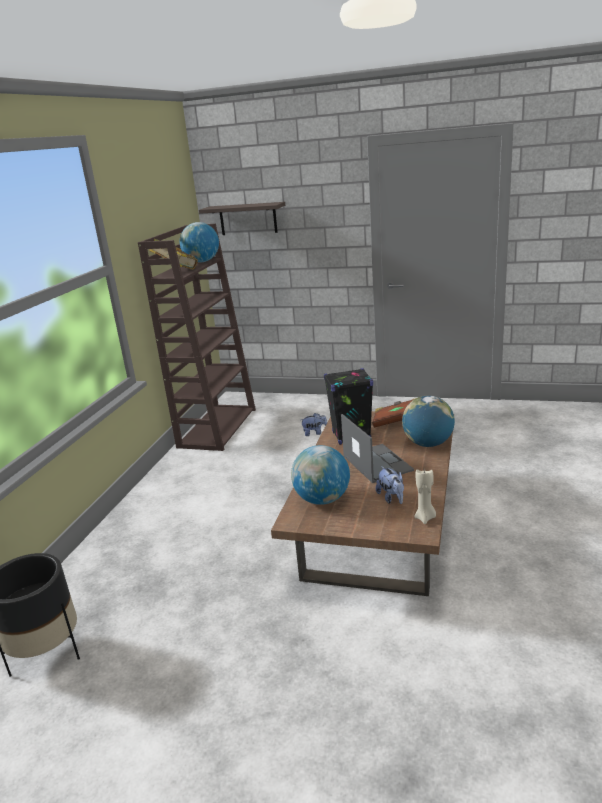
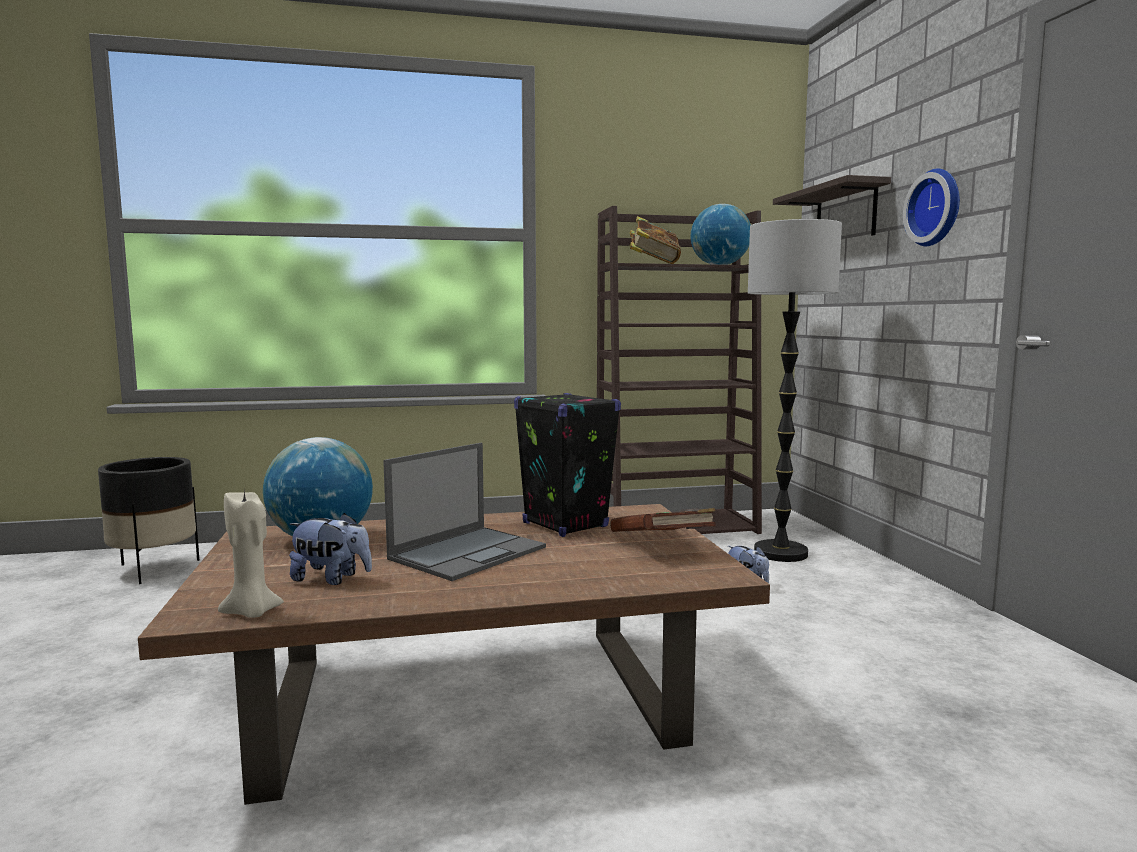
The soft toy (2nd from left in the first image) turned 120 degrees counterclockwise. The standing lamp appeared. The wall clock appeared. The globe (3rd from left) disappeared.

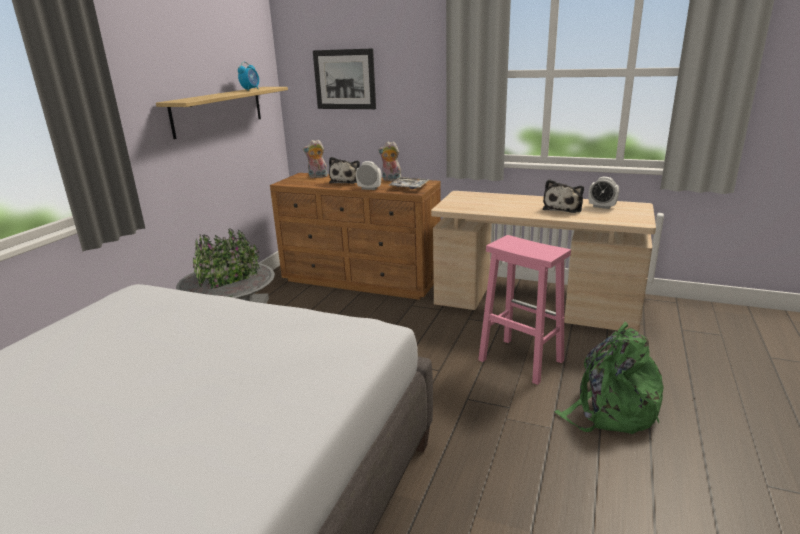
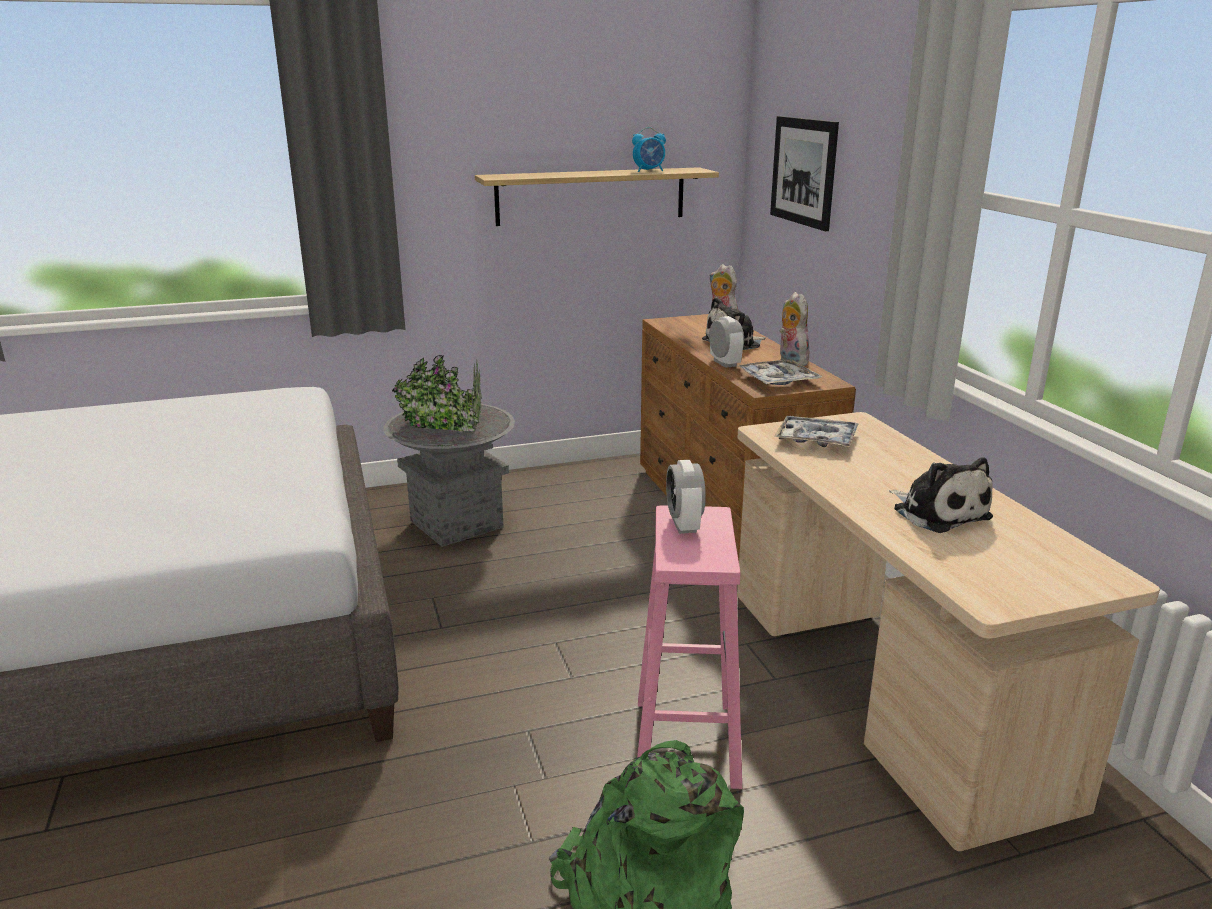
The alarm clock (3rd from left in the first image) moved. The carrying tray (2nd from left) appeared. The soft toy (4th from left) turned 105 degrees counterclockwise.

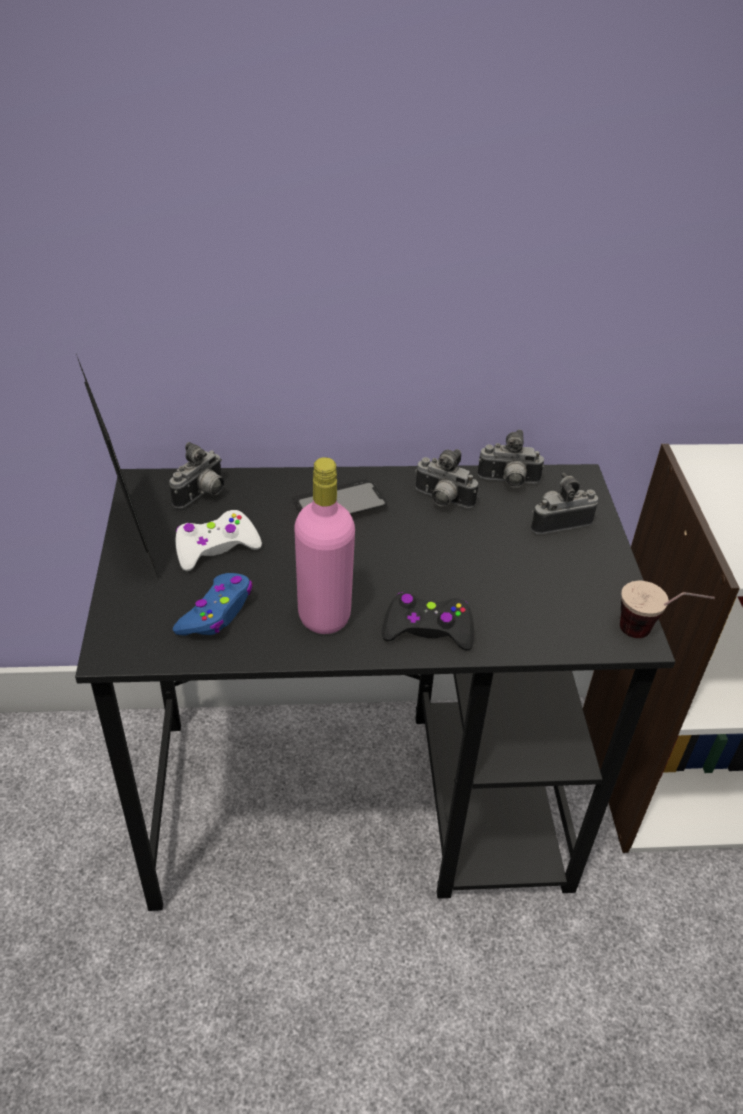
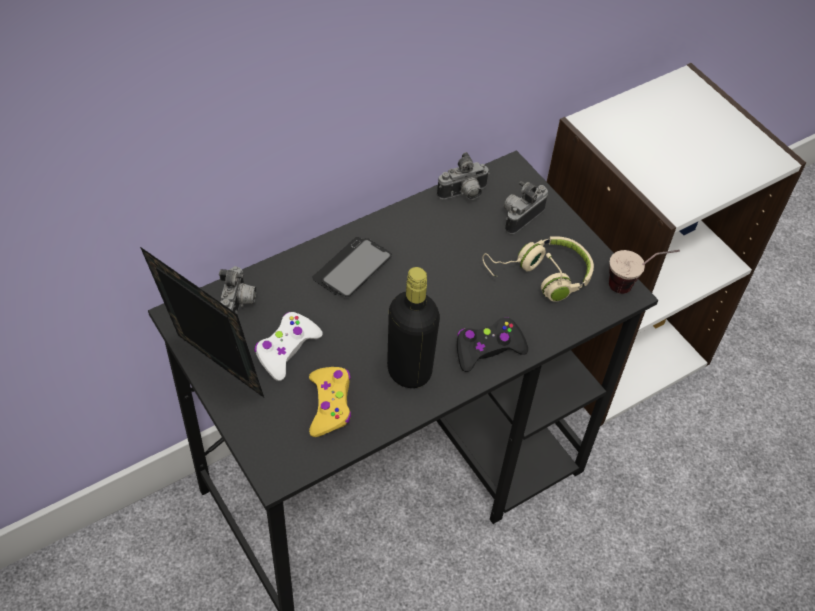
The blue-coloured gamepad became the yellow gamepad. The pink drink bottle became the black-coloured drink bottle. The beige-coloured pair of headphones appeared. The still camera (2nd from left) disappeared.

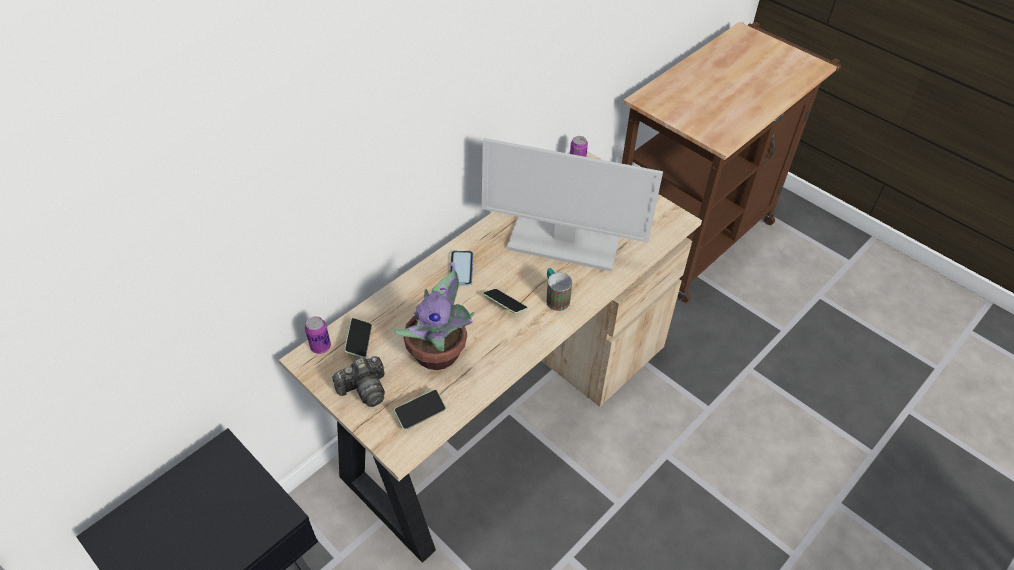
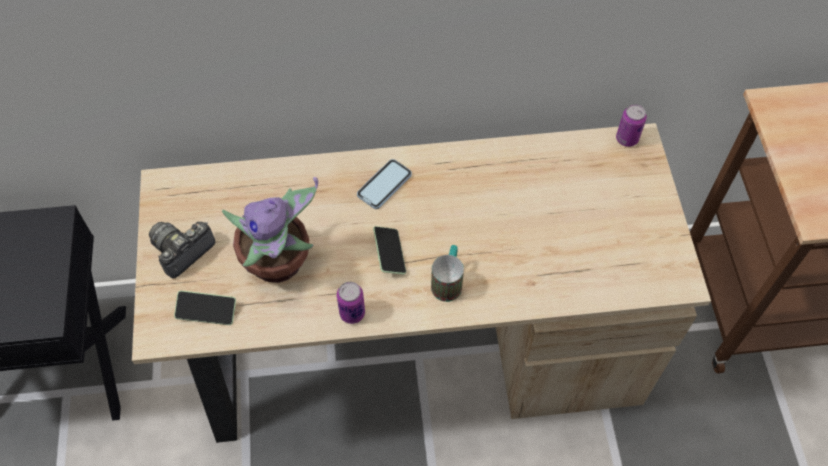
The still camera turned 120 degrees clockwise. The metal can (1st from left) moved. The telephone (1st from left) disappeared. The computer screen disappeared.

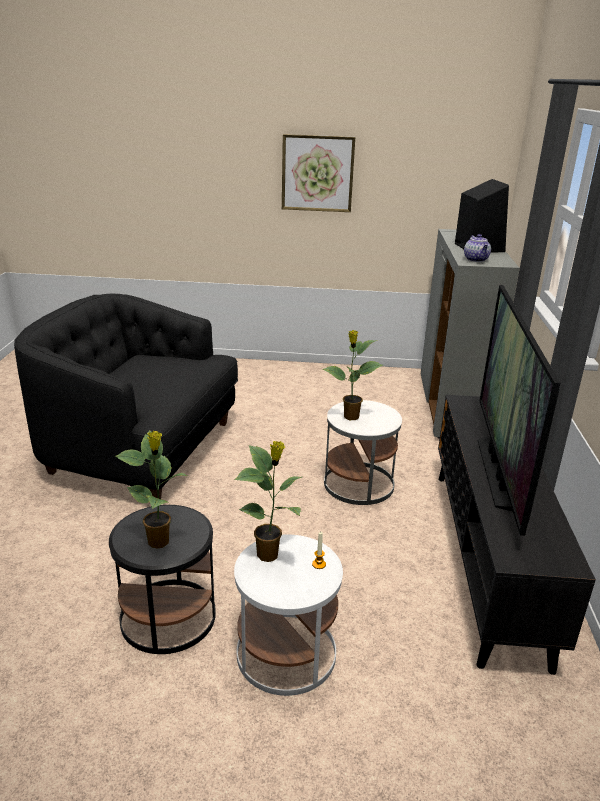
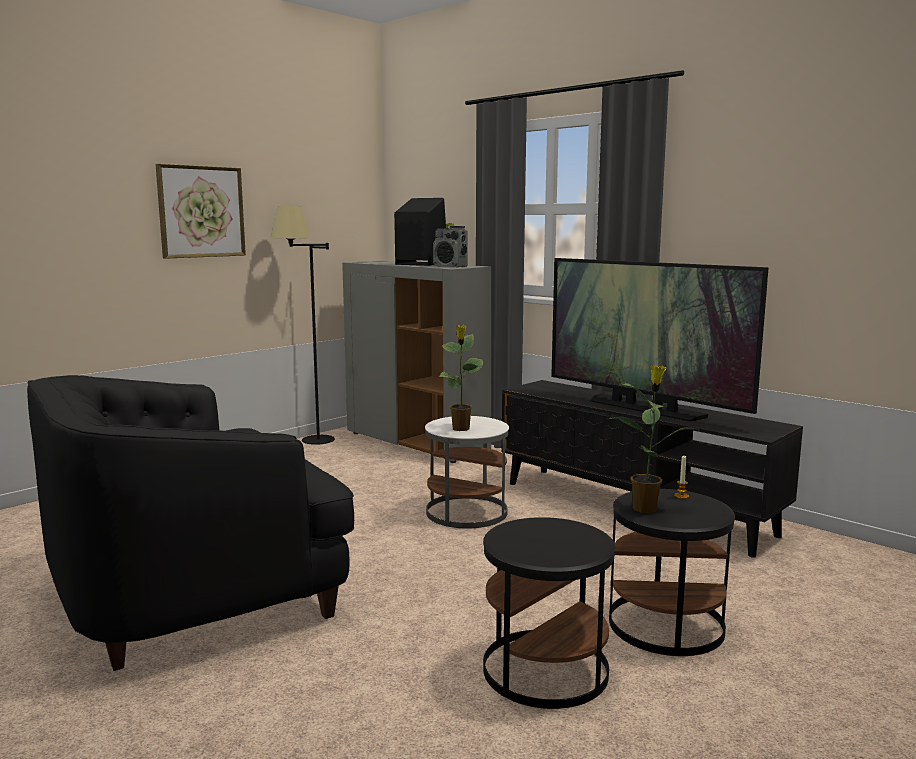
The black-coloured standing lamp appeared. The pot for tea was replaced by the radio. The whitish end table (1st from left) became the black-coloured end table (2nd from left). The plant in a pot (1st from left) disappeared.

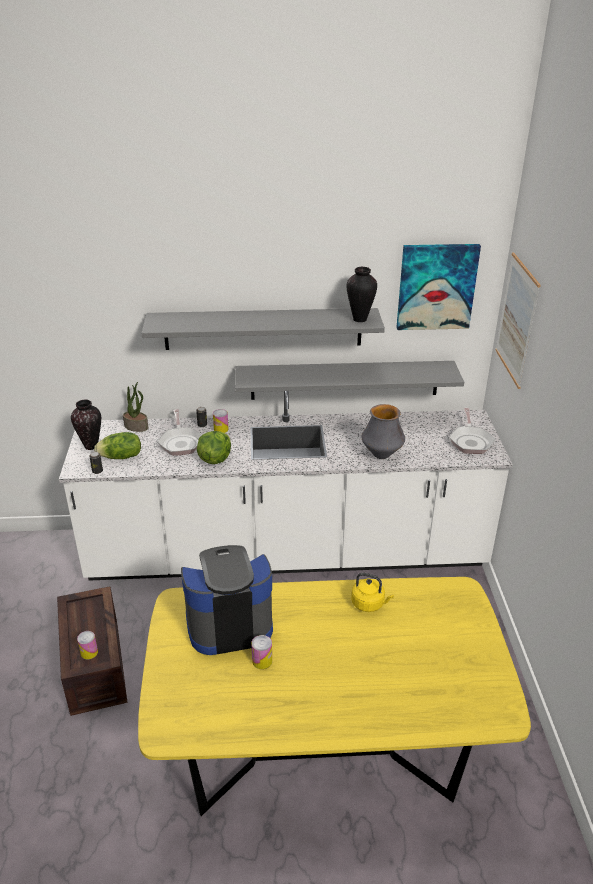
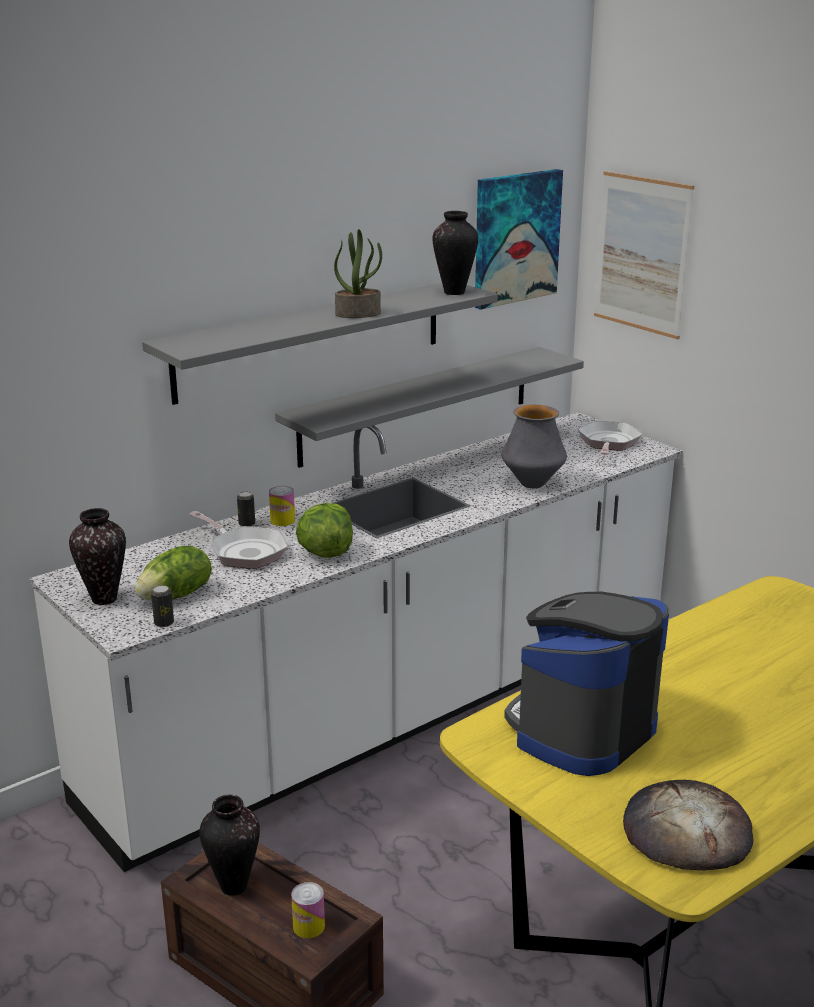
The vase (2nd from left) appeared. The plant in a pot moved. The pan (2nd from left) turned 135 degrees counterclockwise. The bread appeared. The metal can (5th from left) disappeared. The yellow tea kettle disappeared.

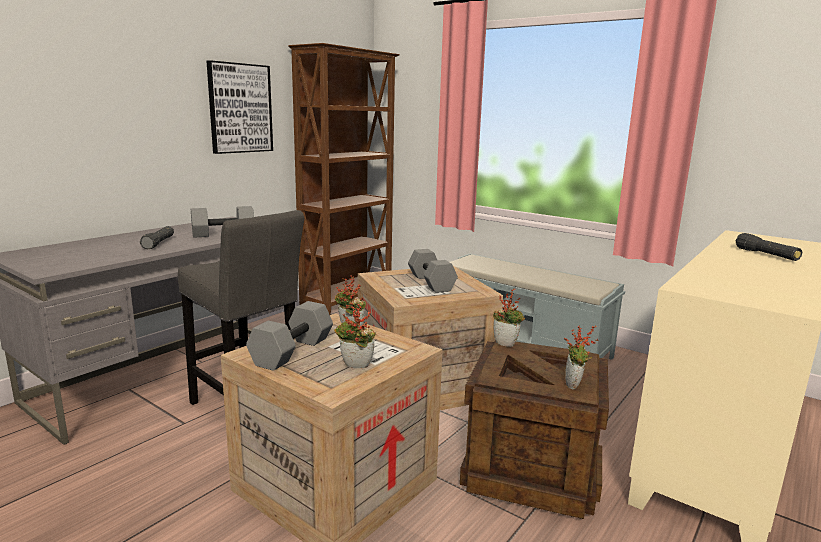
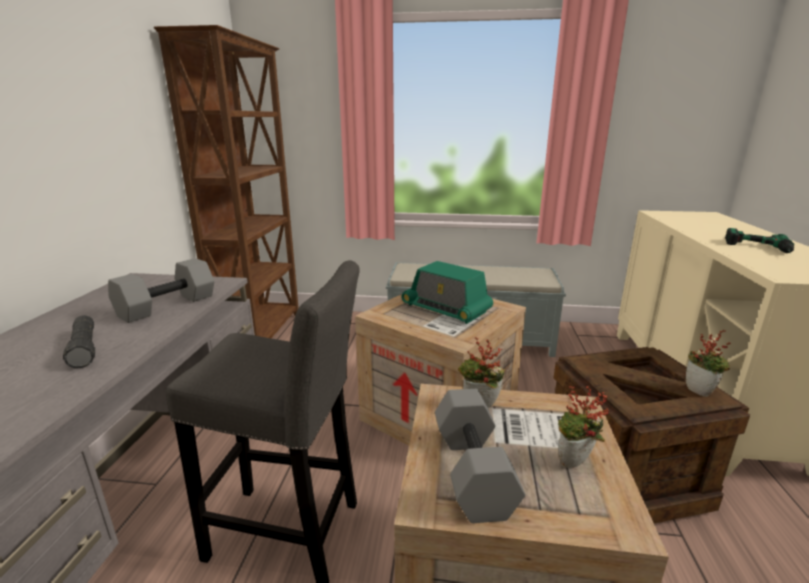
The grey dumbbell (3rd from left) was replaced by the radio. The drill appeared. The wall art disappeared. The plant in a pot (3rd from left) disappeared. The black-coloured torch (2nd from left) disappeared.

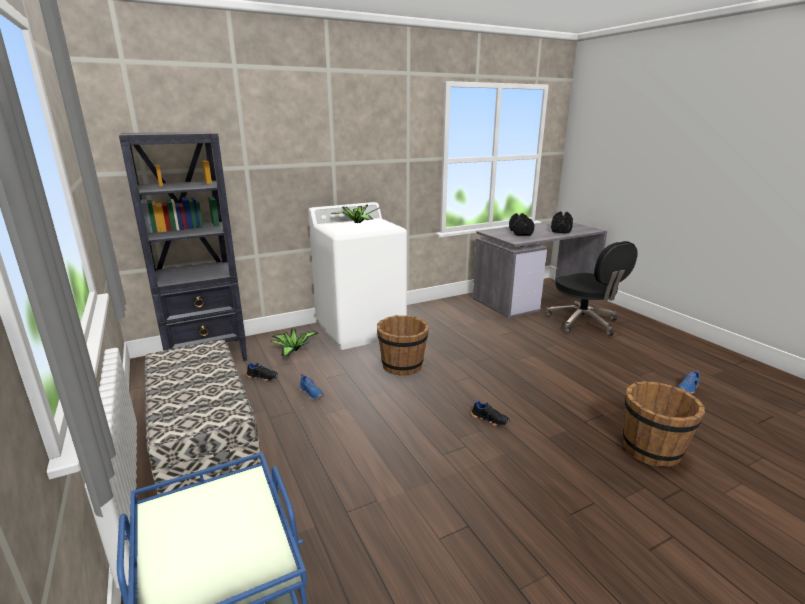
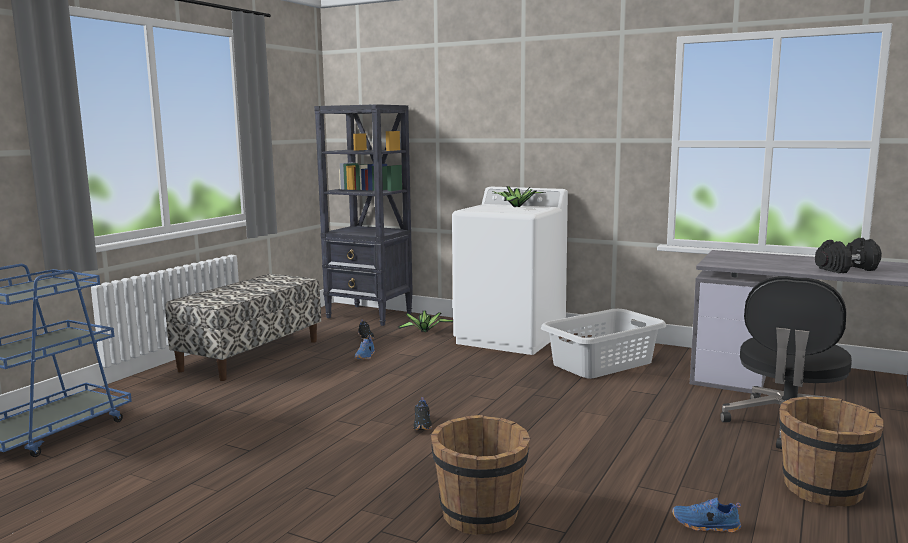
The grey hamper appeared. The brown-coloured pail (1st from left in the first image) moved. The black-coloured dumbbell (1st from left) disappeared.

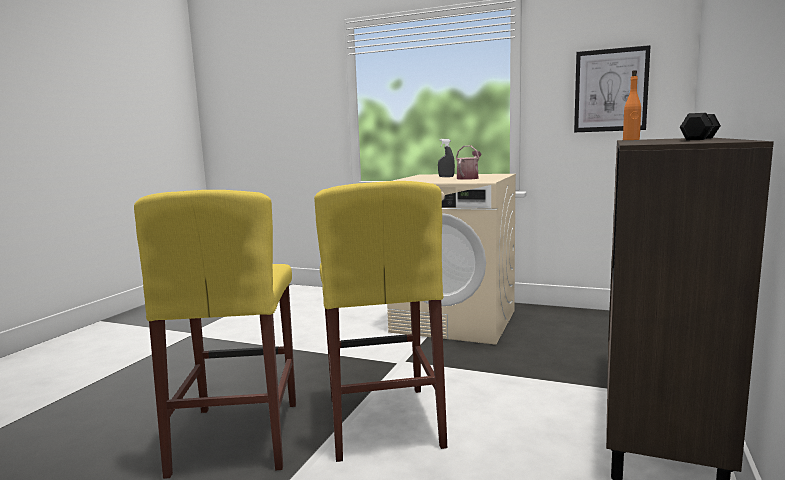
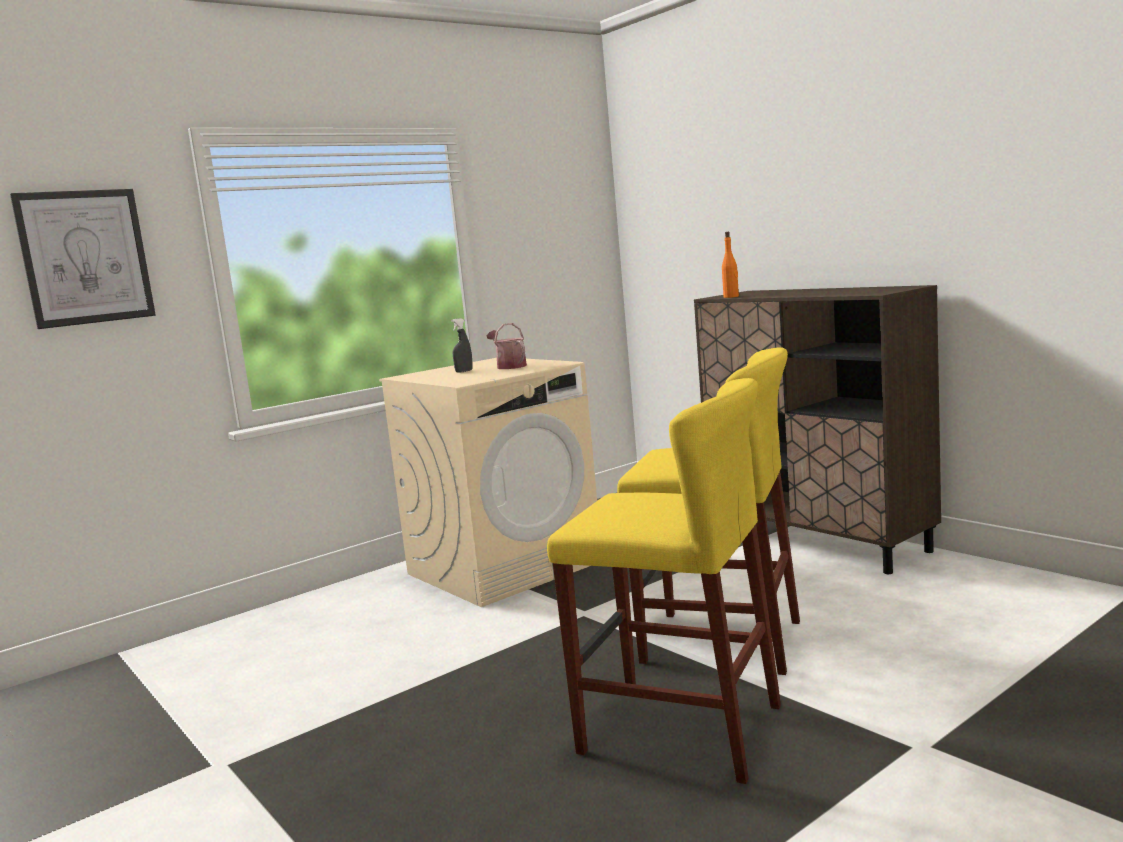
The wall art moved. The black-coloured dumbbell disappeared.

